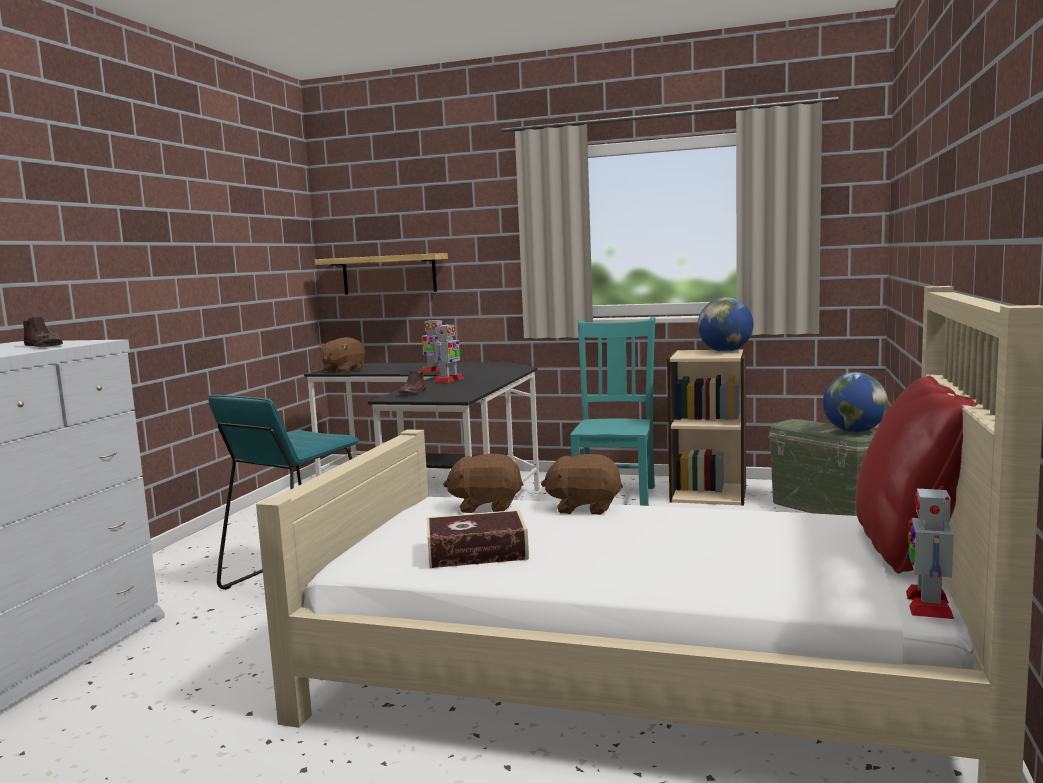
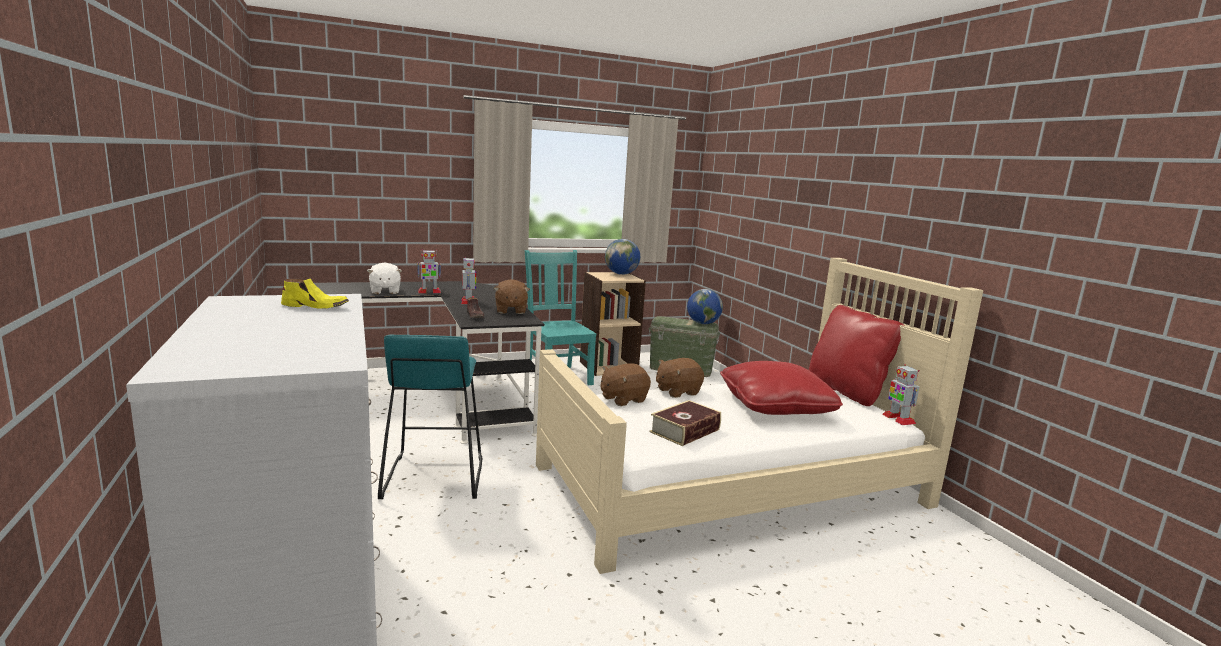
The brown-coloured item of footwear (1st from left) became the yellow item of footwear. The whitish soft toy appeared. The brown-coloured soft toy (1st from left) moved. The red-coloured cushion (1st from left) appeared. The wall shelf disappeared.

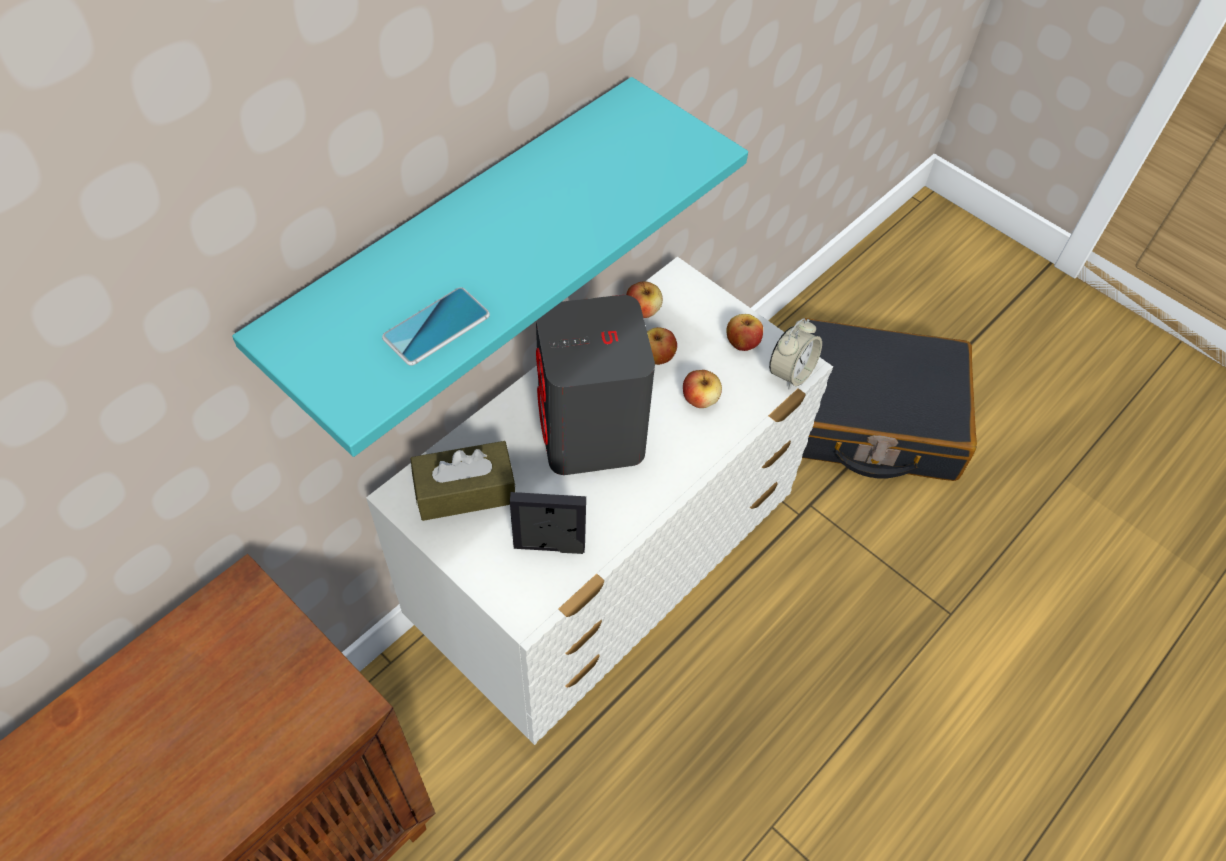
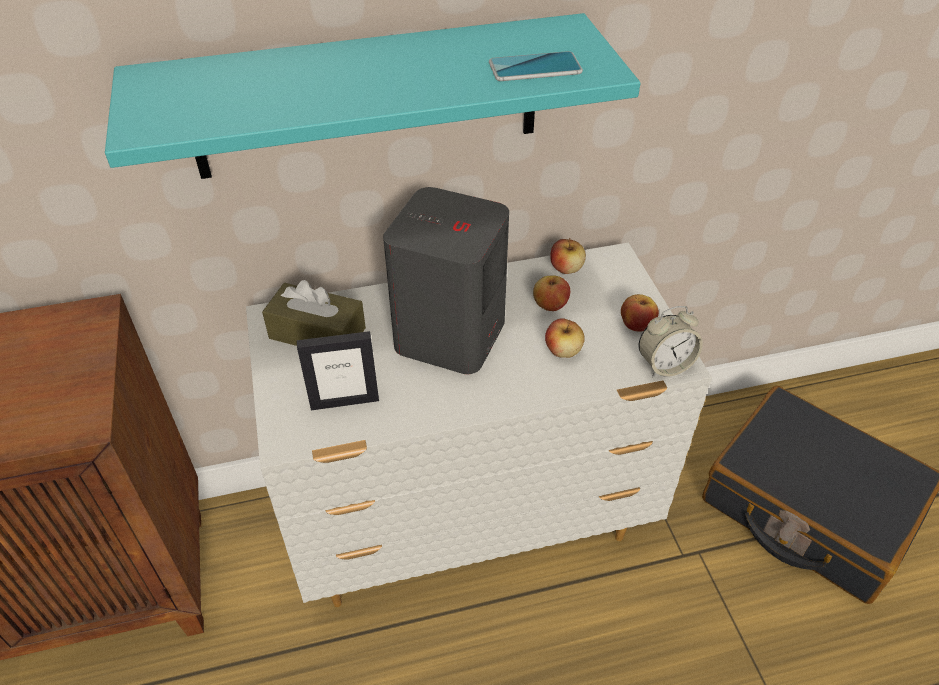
The picture frame turned 135 degrees clockwise. The telephone moved.

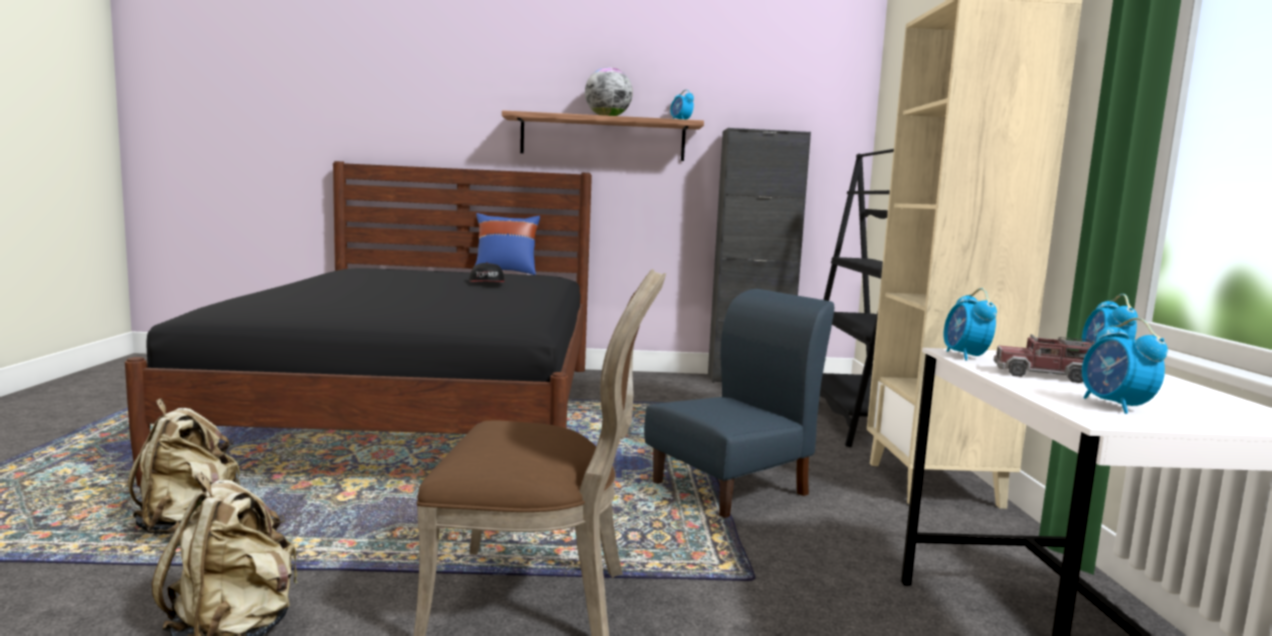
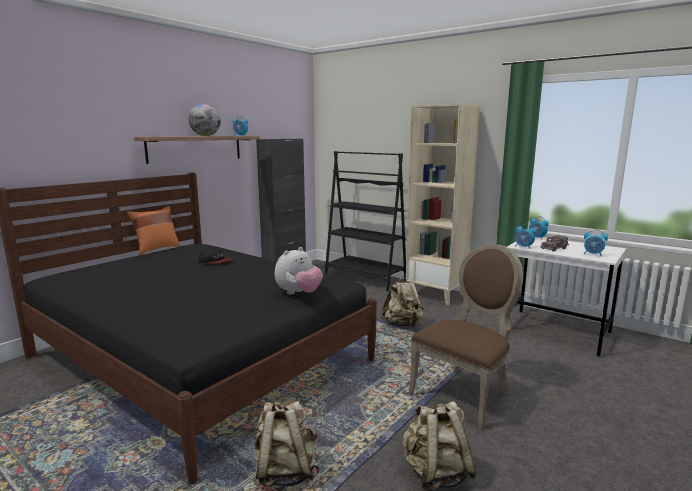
The blue-coloured cushion became the orangey cushion. The soft toy appeared. The blue-coloured plain chair was replaced by the beige-coloured rucksack (2nd from left).

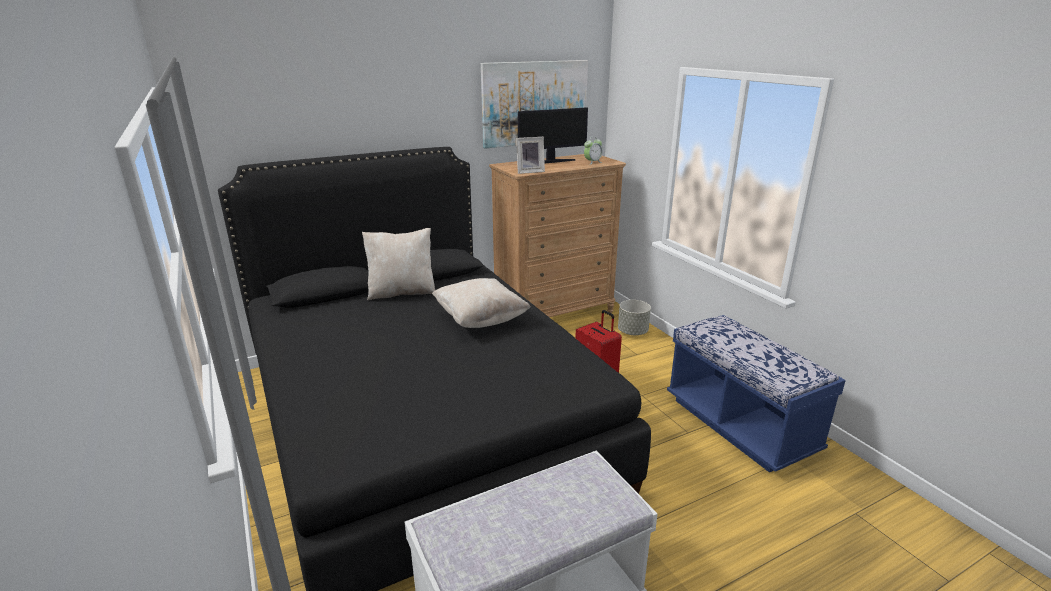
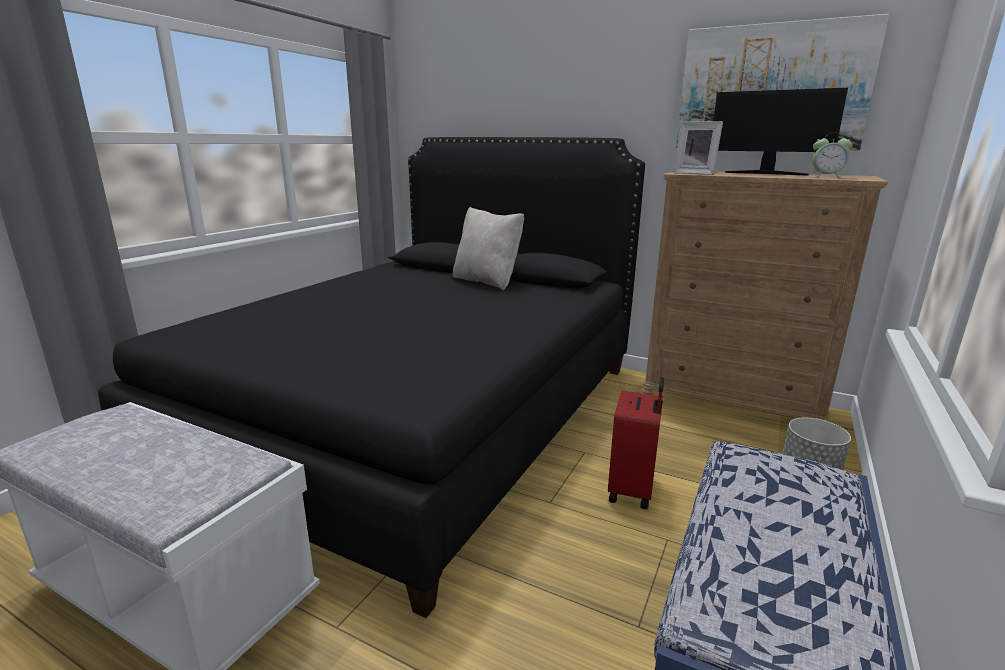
The beige-coloured cushion (2nd from left) disappeared.

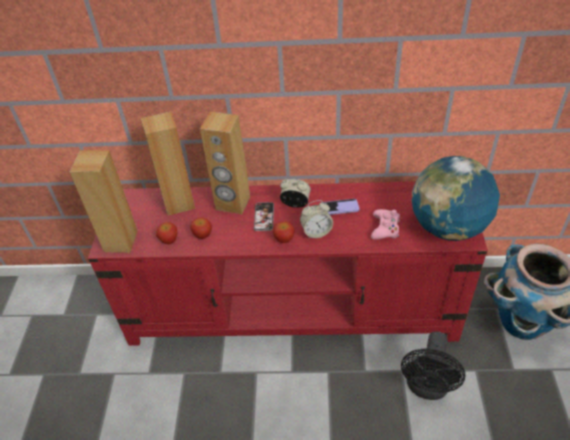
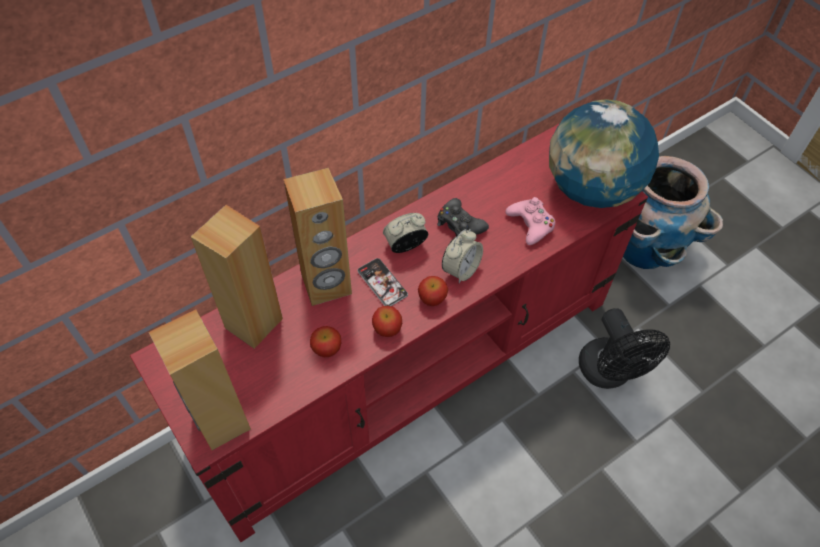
The whole apple (1st from left in the first image) moved. The telephone (2nd from left) was replaced by the black-coloured gamepad.

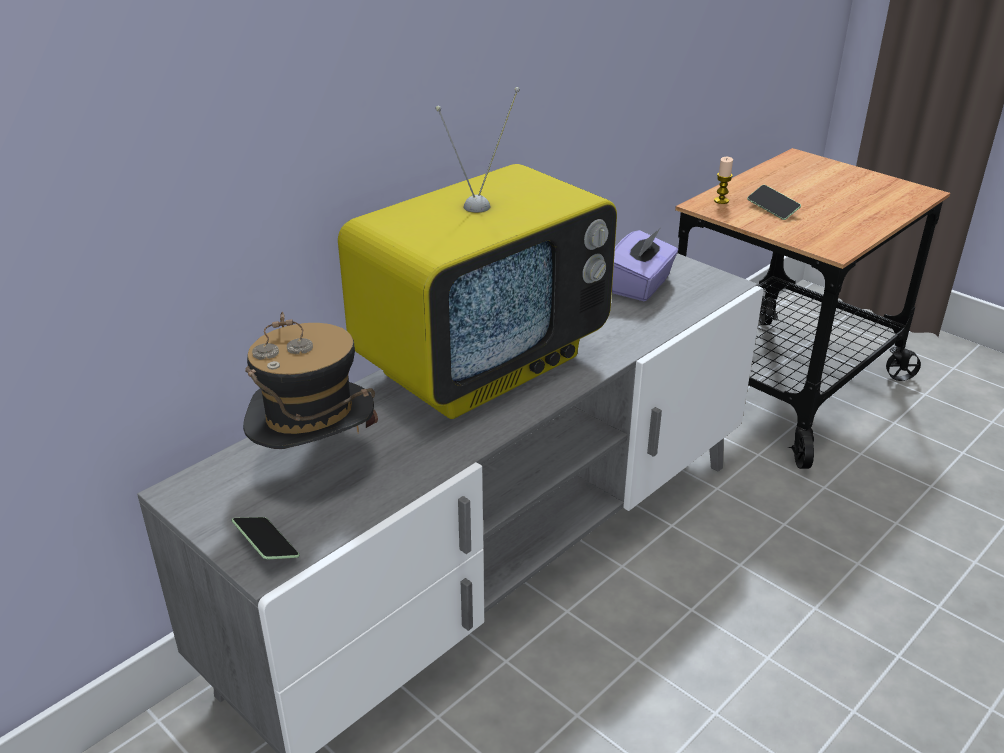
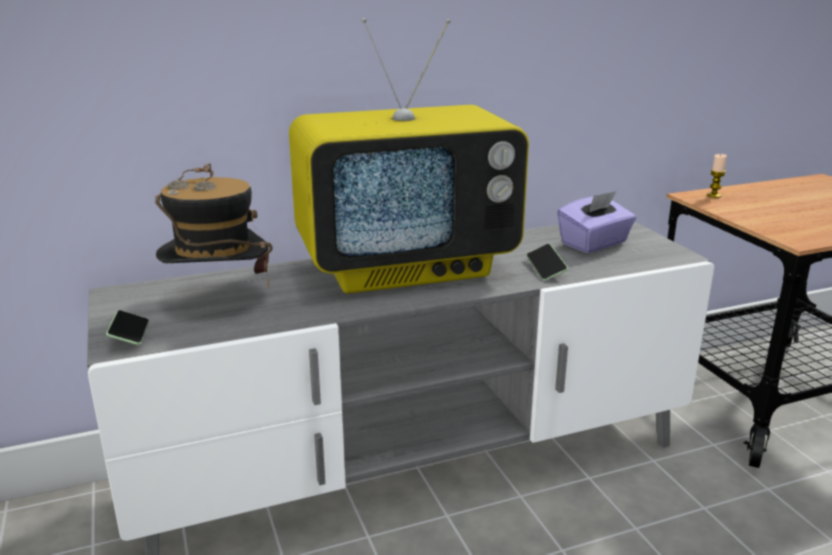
The telephone (2nd from left) moved.

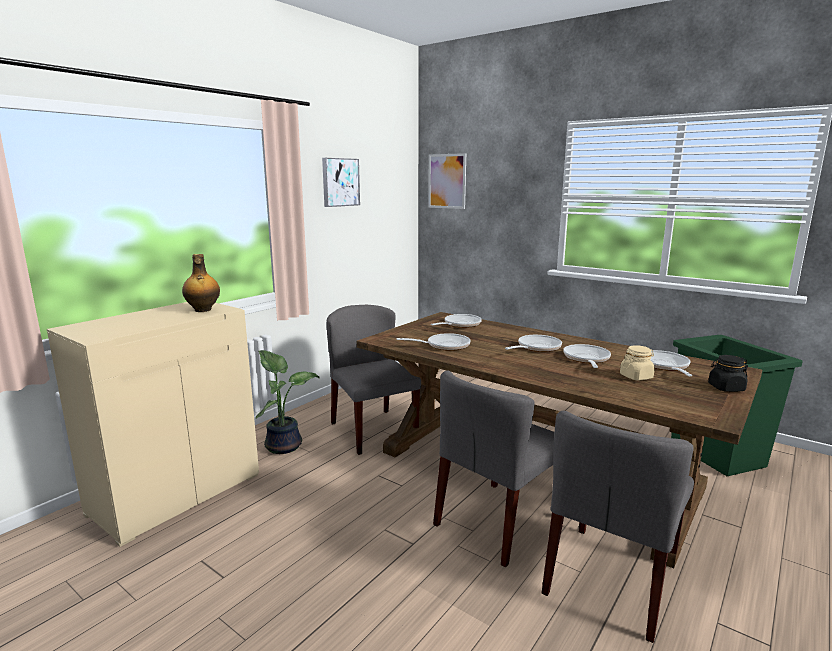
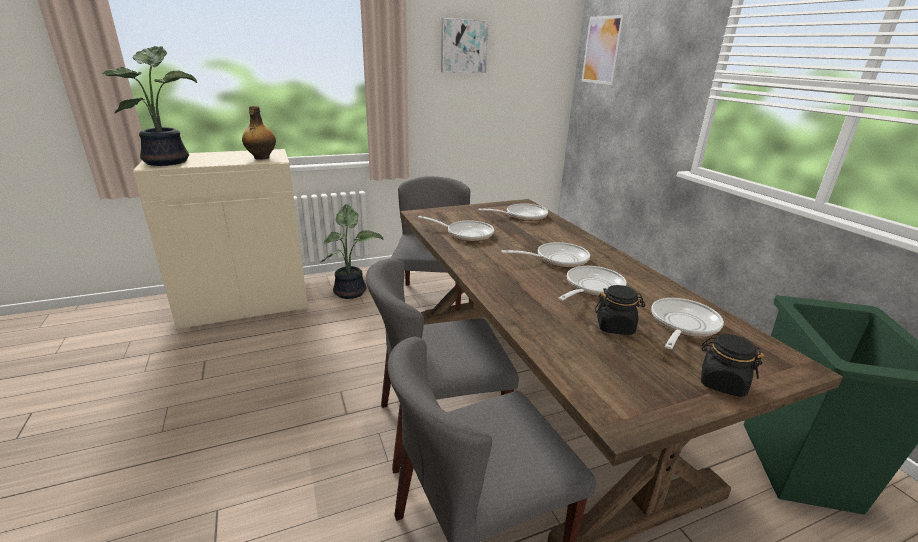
The plant in a pot (1st from left) appeared. The beige-coloured preserve jar became the black-coloured preserve jar (1st from left).

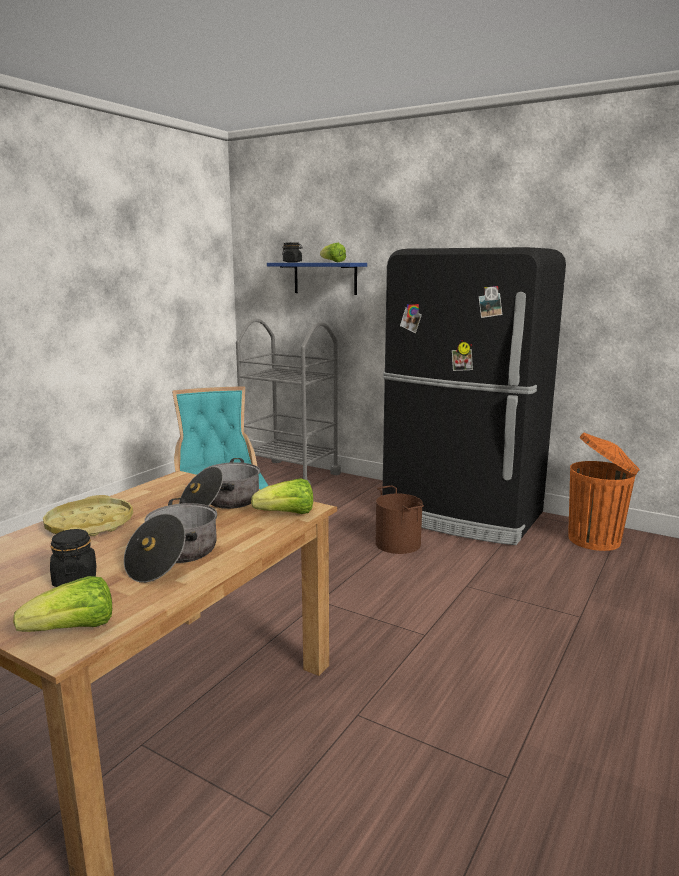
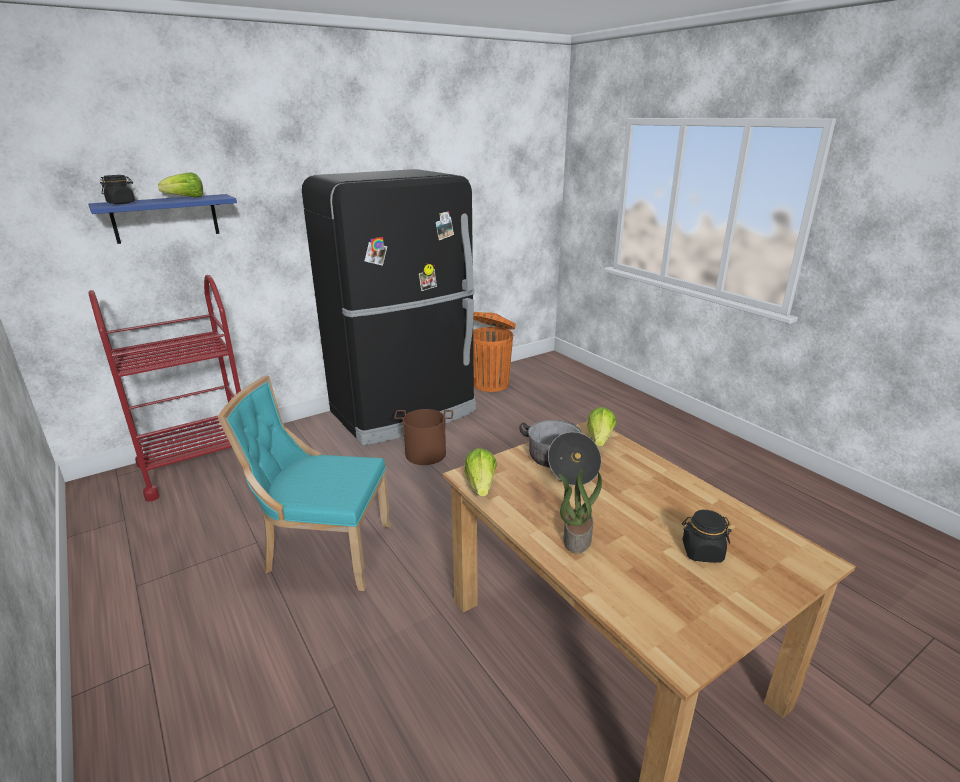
The grey cart became the red-coloured cart. The lettuce (1st from left in the first image) moved. The yellow carrying tray was replaced by the plant in a pot. The saucepot (1st from left) disappeared.

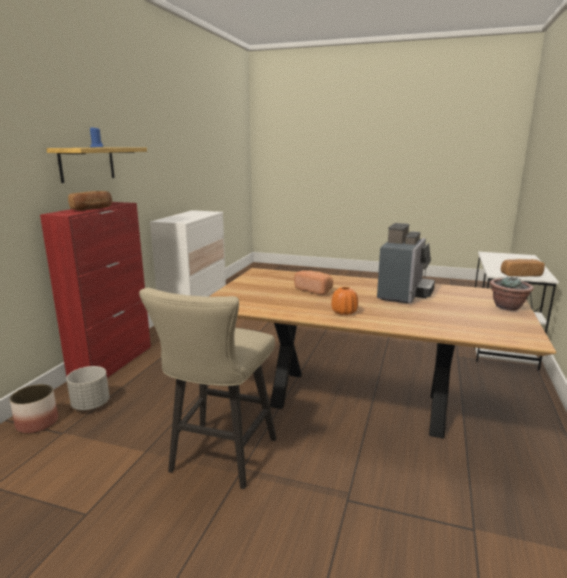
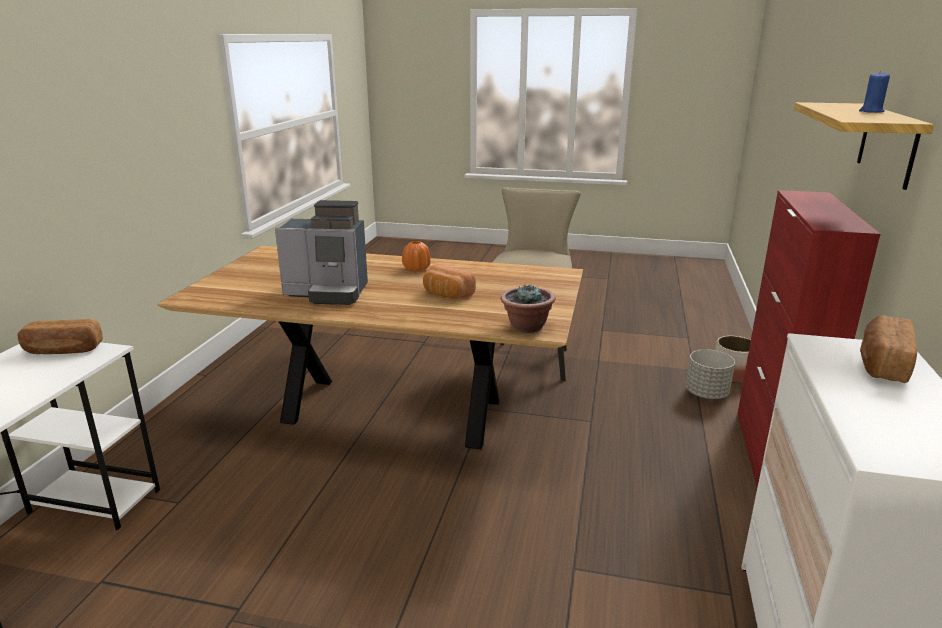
The coffee machine turned 105 degrees counterclockwise. The plant in a pot moved. The bread (1st from left in the first image) moved.

